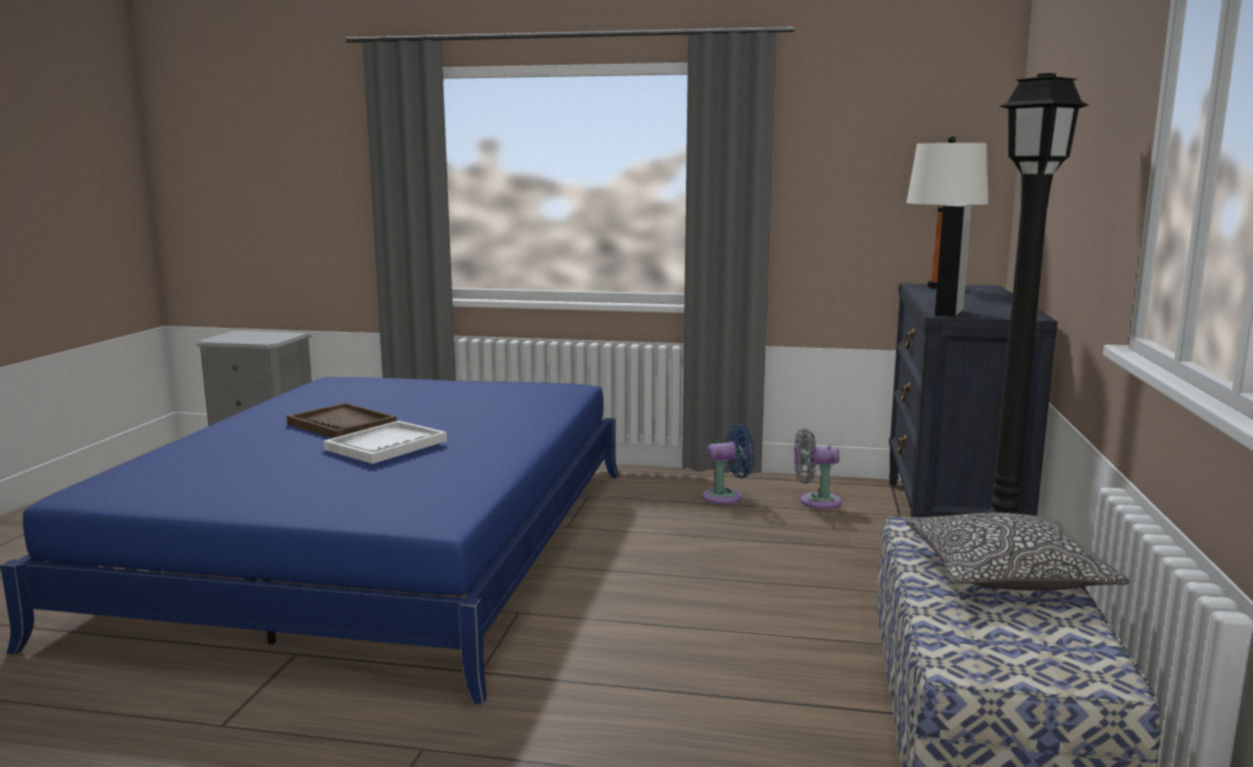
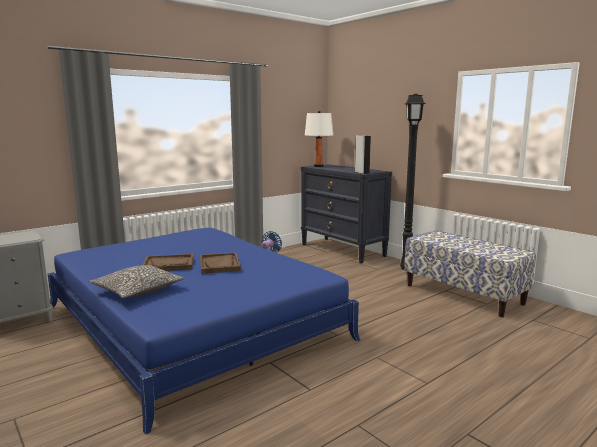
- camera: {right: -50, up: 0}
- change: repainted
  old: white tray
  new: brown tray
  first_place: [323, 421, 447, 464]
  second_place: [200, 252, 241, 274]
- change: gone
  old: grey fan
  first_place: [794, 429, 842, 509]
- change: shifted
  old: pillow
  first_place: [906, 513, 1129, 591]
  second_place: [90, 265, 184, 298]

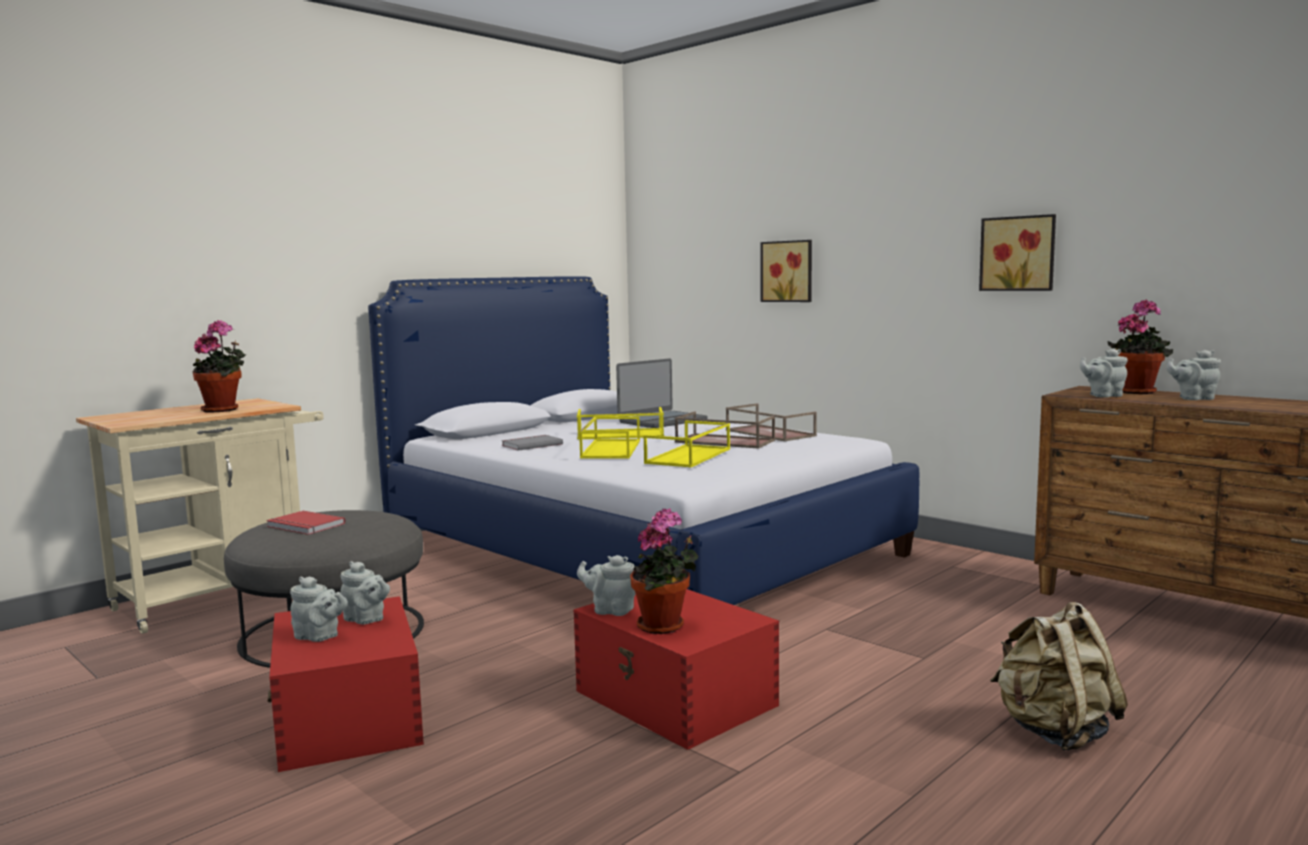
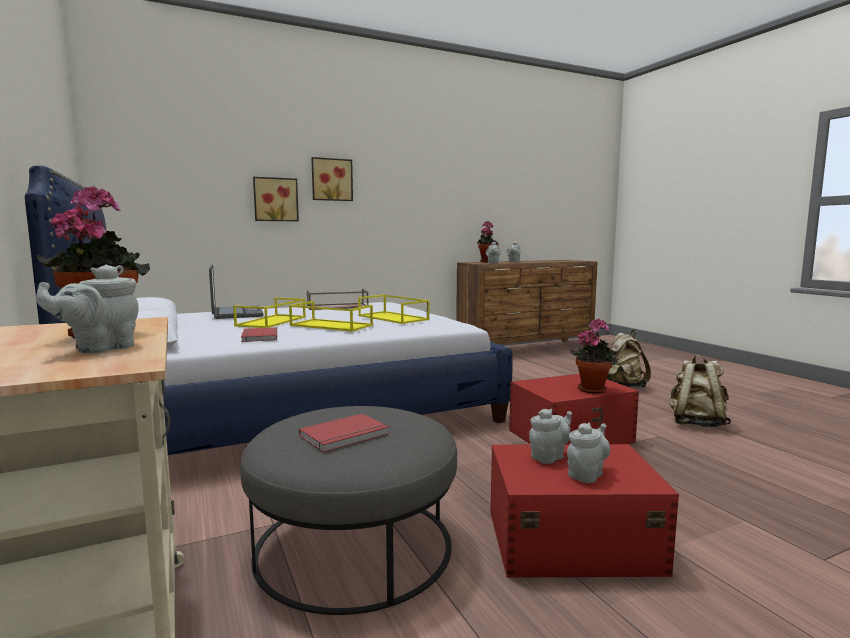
- camera: {right: -70, up: 0}
- change: shifted
  old: picture
  first_place: [979, 214, 1056, 291]
  second_place: [311, 157, 353, 201]
- change: gone
  old: brown tray
  first_place: [675, 412, 775, 449]
- change: repainted
  old: grey book
  new: red book
  first_place: [501, 435, 563, 451]
  second_place: [241, 327, 277, 342]
- change: shifted
  old: grey teapot
  first_place: [577, 555, 636, 616]
  second_place: [36, 264, 139, 354]
- change: new
  new: beige backpack
  second_place: [669, 354, 731, 427]

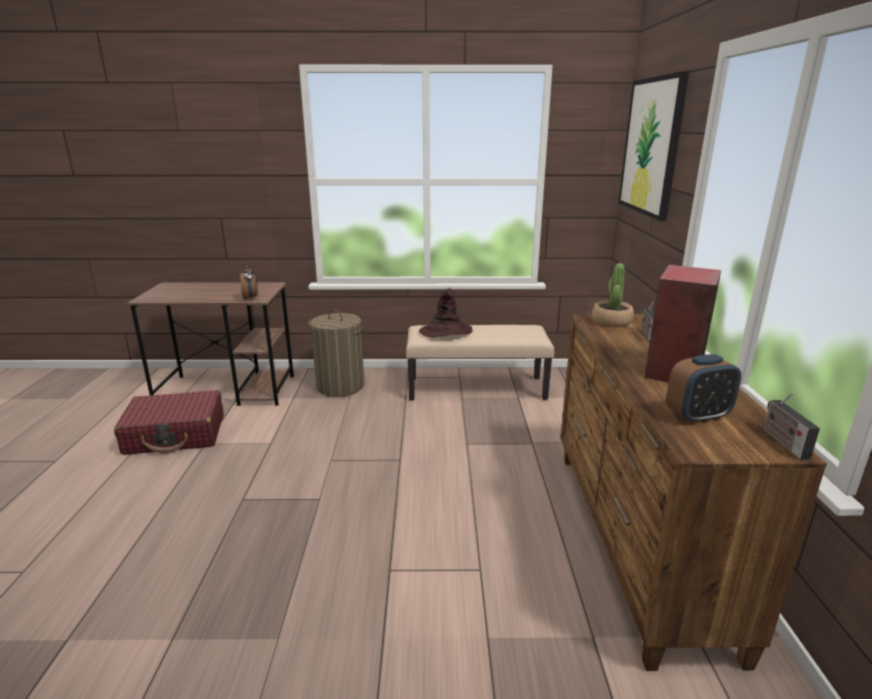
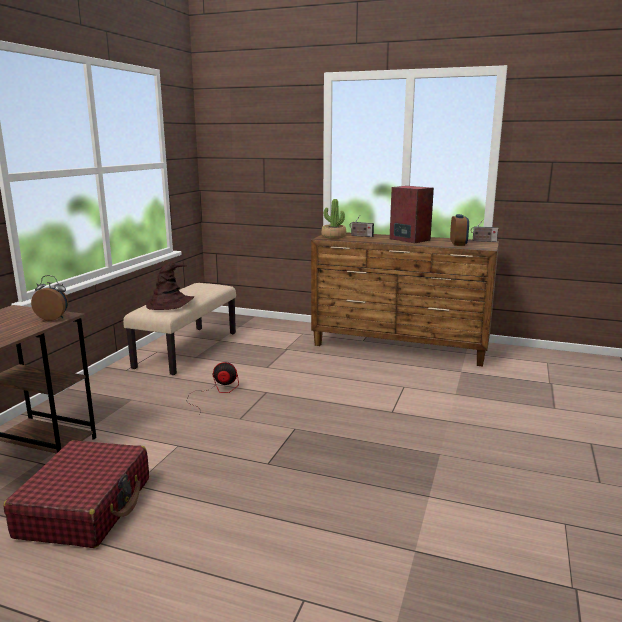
- camera: {right: -70, up: -5}
- change: gone
  old: picture
  first_place: [618, 71, 689, 221]
- change: gone
  old: laundry basket
  first_place: [309, 309, 365, 397]
- change: new
  new: fan
  second_place: [186, 362, 239, 414]

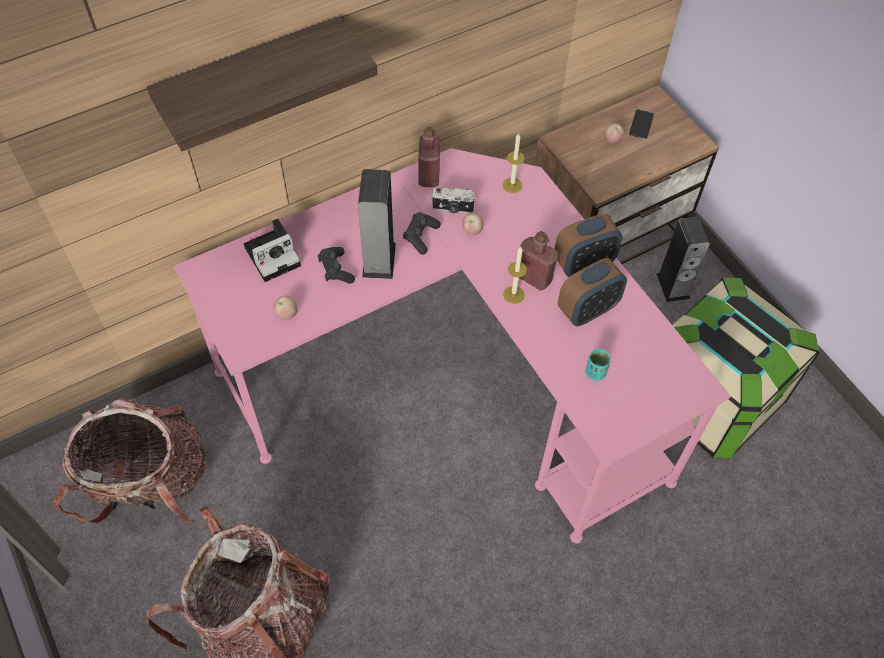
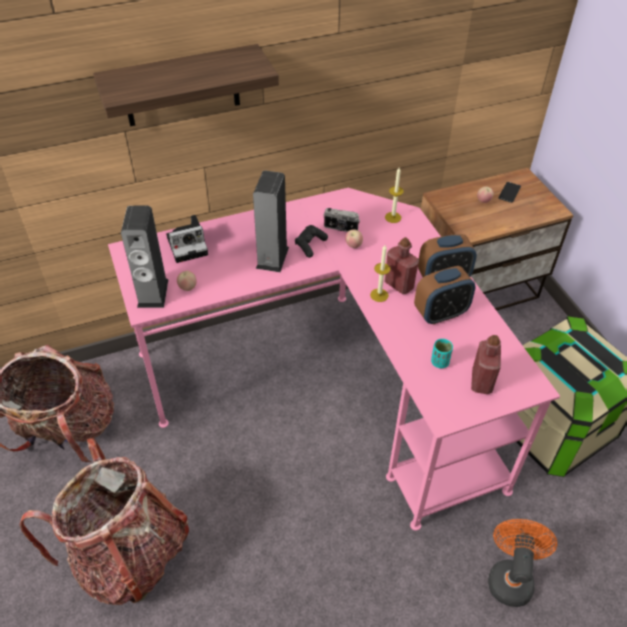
- camera: {right: 10, up: -10}
- change: shifted
  old: red bottle
  first_place: [418, 127, 440, 187]
  second_place: [471, 335, 501, 394]
- change: shifted
  old: speaker
  first_place: [657, 216, 710, 302]
  second_place: [121, 206, 168, 308]
- change: gone
  old: black game controller
  first_place: [318, 247, 355, 284]
- change: new
  new: orange fan
  second_place: [488, 519, 557, 607]

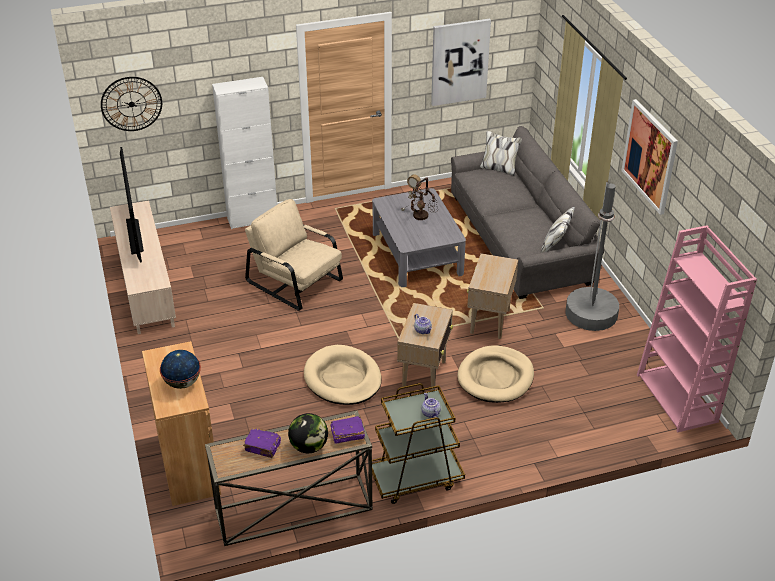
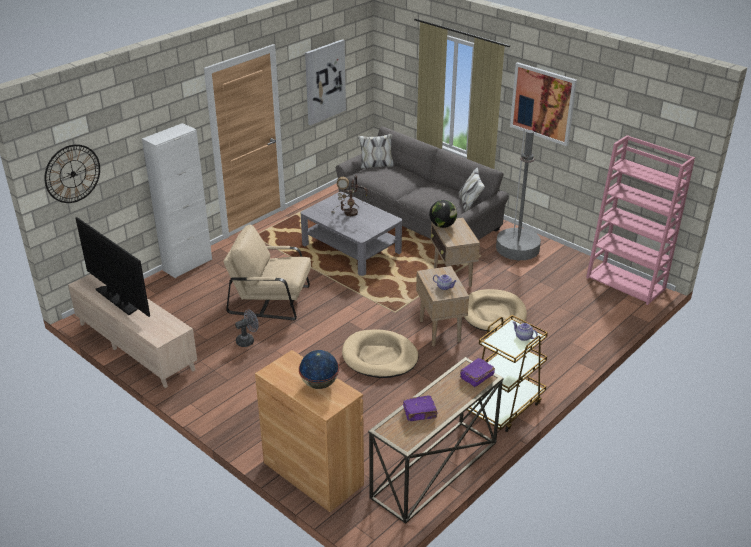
- camera: {right: -30, up: -5}
- change: shifted
  old: globe
  first_place: [288, 413, 328, 453]
  second_place: [429, 200, 457, 228]
- change: new
  new: grey fan
  second_place: [235, 309, 258, 347]

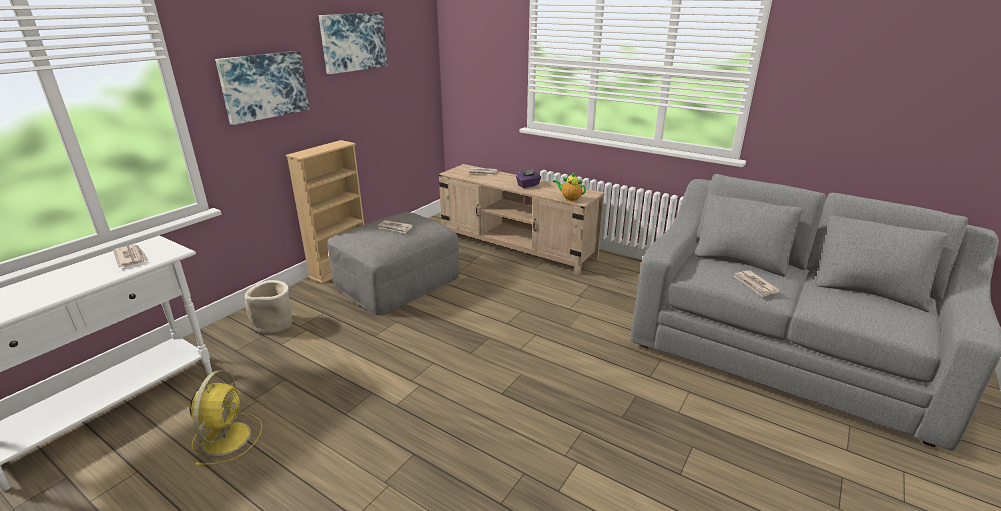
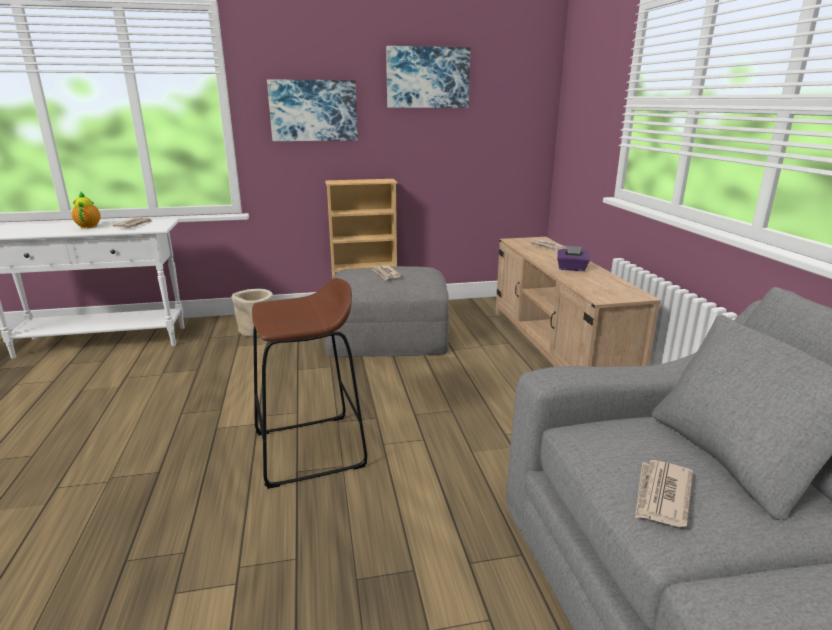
- camera: {right: 45, up: -5}
- change: shifted
  old: teapot
  first_place: [553, 172, 586, 202]
  second_place: [72, 191, 101, 229]
- change: gone
  old: yellow fan
  first_place: [189, 370, 263, 466]
- change: new
  new: brown stool
  second_place: [252, 278, 367, 489]

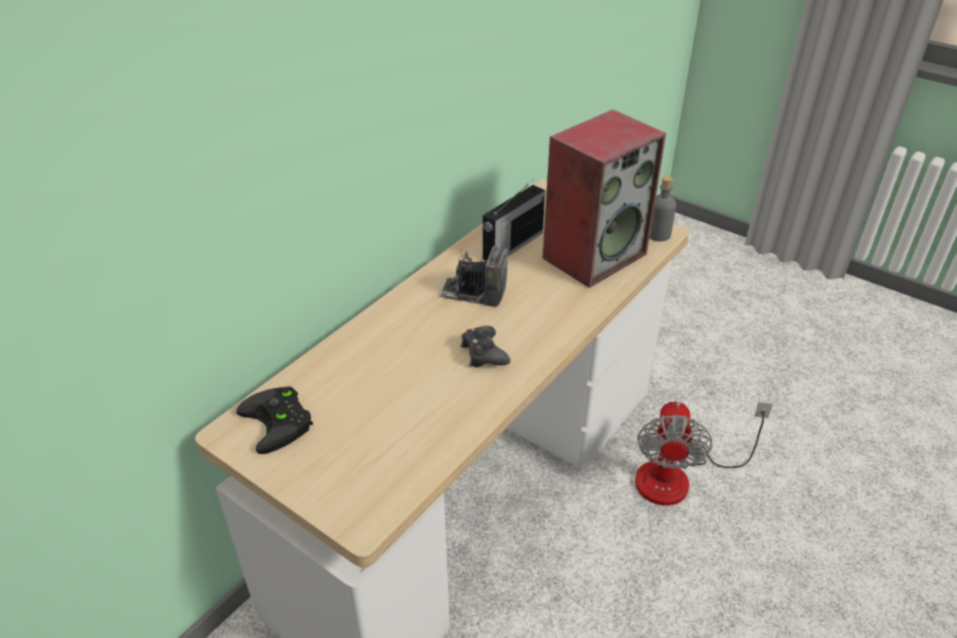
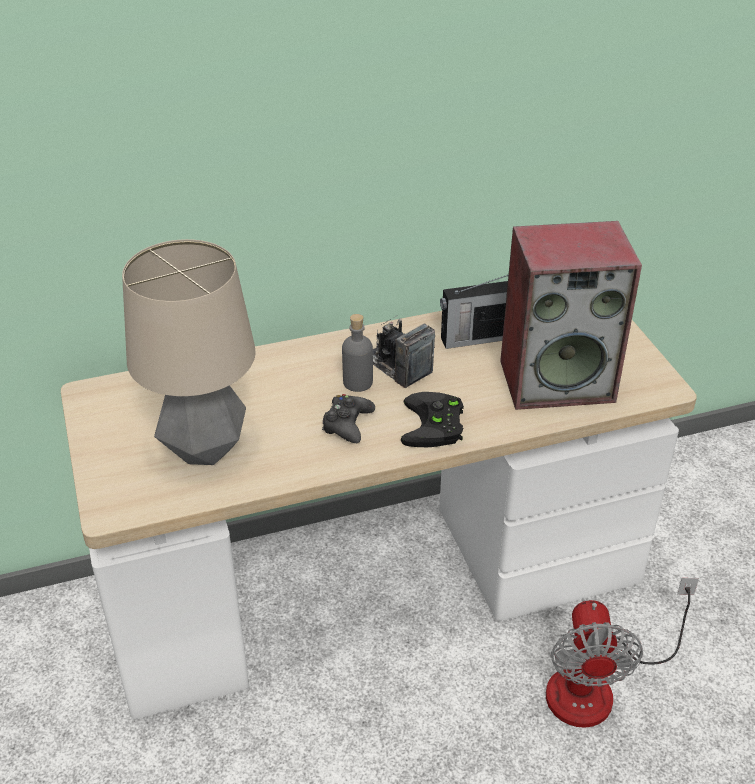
- camera: {right: 35, up: 0}
- change: shifted
  old: grey bottle
  first_place: [649, 176, 676, 241]
  second_place: [342, 314, 373, 392]
- change: shifted
  old: black game controller
  first_place: [236, 386, 313, 454]
  second_place: [401, 392, 464, 447]
- change: rotated
  old: fan
  first_place: [635, 402, 773, 506]
  second_place: [546, 578, 699, 728]
  degrees: -45
- change: new
  new: table lamp
  second_place: [122, 239, 256, 465]

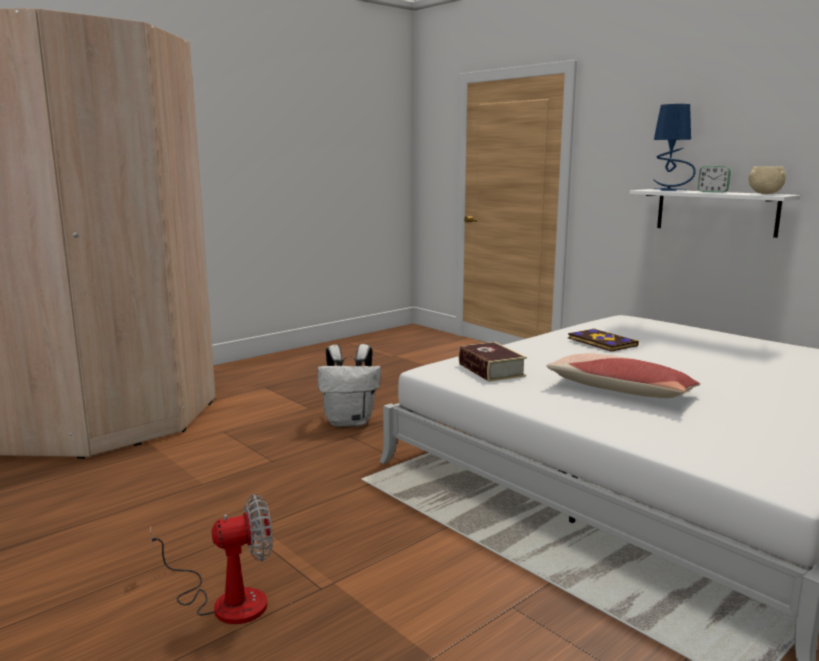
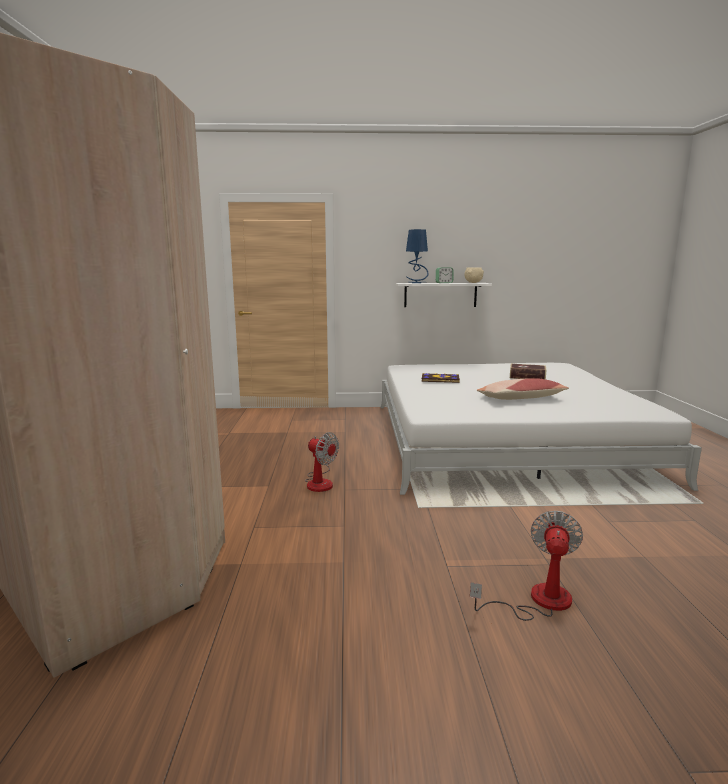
- camera: {right: -50, up: 0}
- change: shifted
  old: book
  first_place: [459, 342, 527, 382]
  second_place: [510, 364, 546, 379]
- change: swapped
  old: white backpack
  new: fan
  first_place: [318, 344, 381, 427]
  second_place: [305, 432, 339, 492]

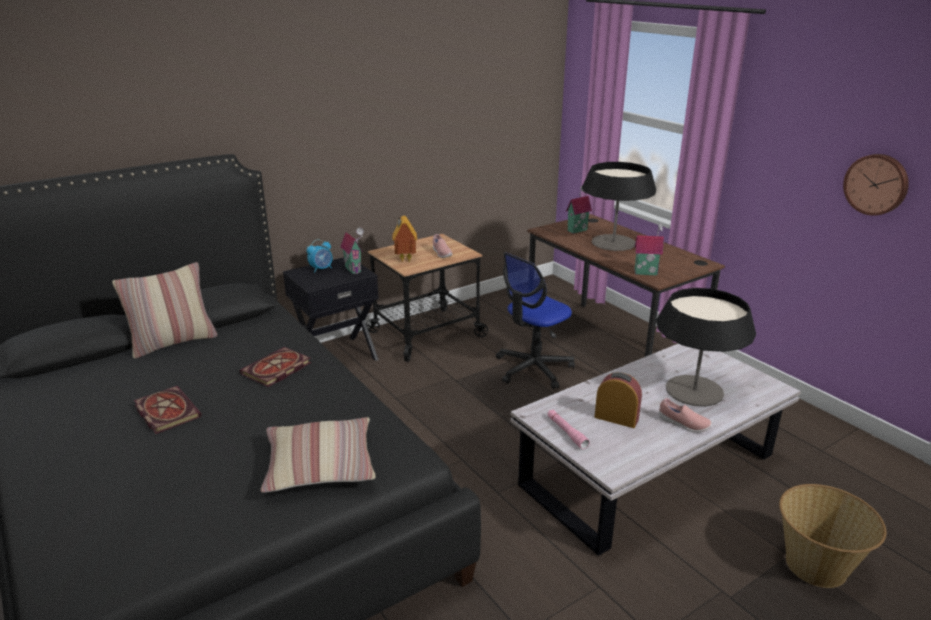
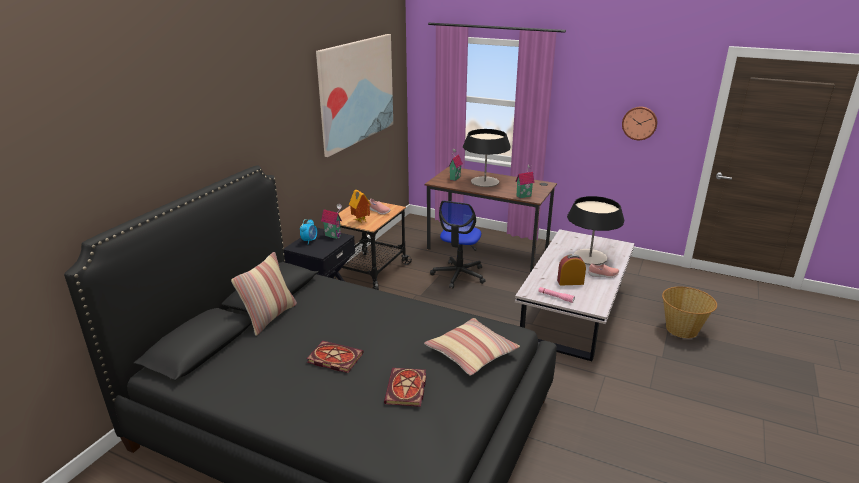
- camera: {right: -30, up: 0}
- change: shifted
  old: book
  first_place: [240, 347, 311, 387]
  second_place: [384, 368, 426, 407]
- change: new
  new: picture
  second_place: [316, 34, 393, 157]

